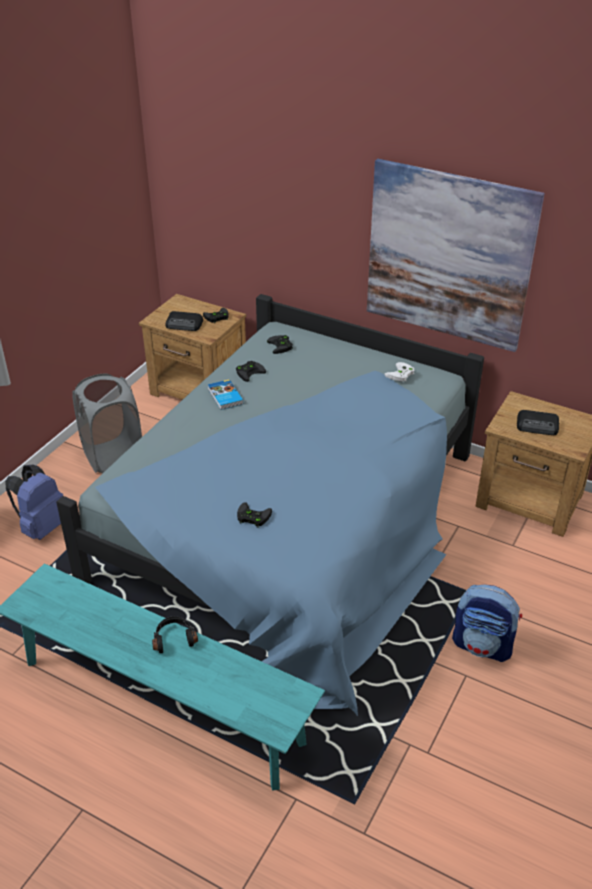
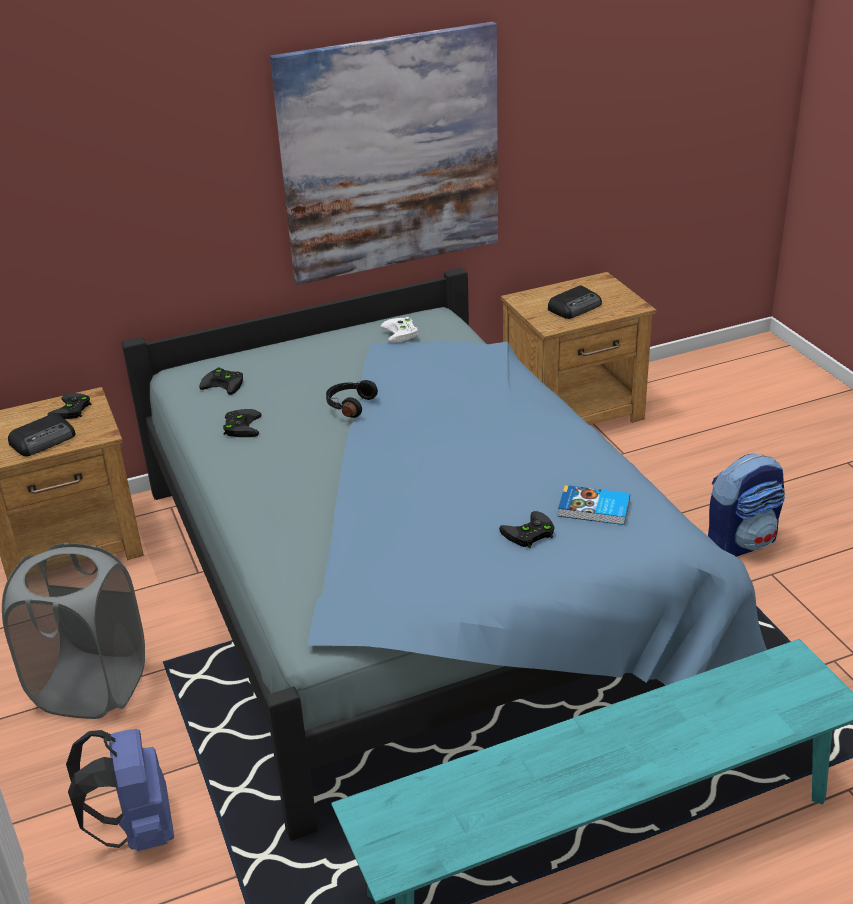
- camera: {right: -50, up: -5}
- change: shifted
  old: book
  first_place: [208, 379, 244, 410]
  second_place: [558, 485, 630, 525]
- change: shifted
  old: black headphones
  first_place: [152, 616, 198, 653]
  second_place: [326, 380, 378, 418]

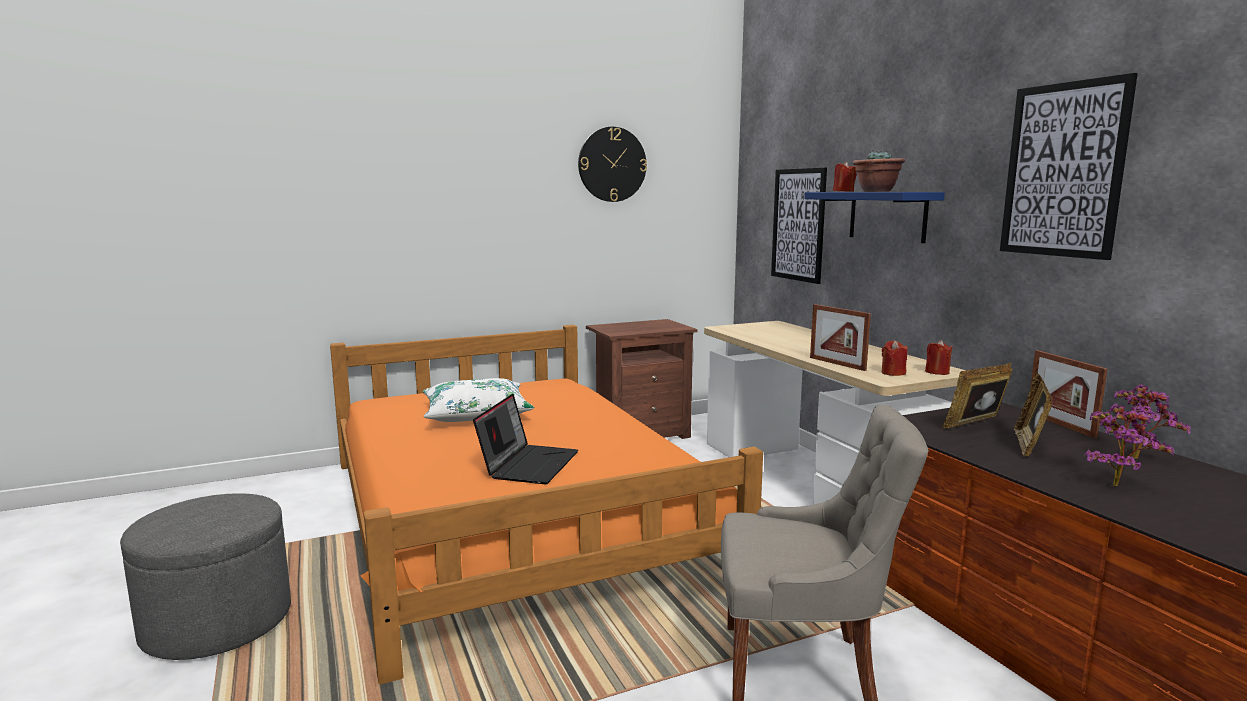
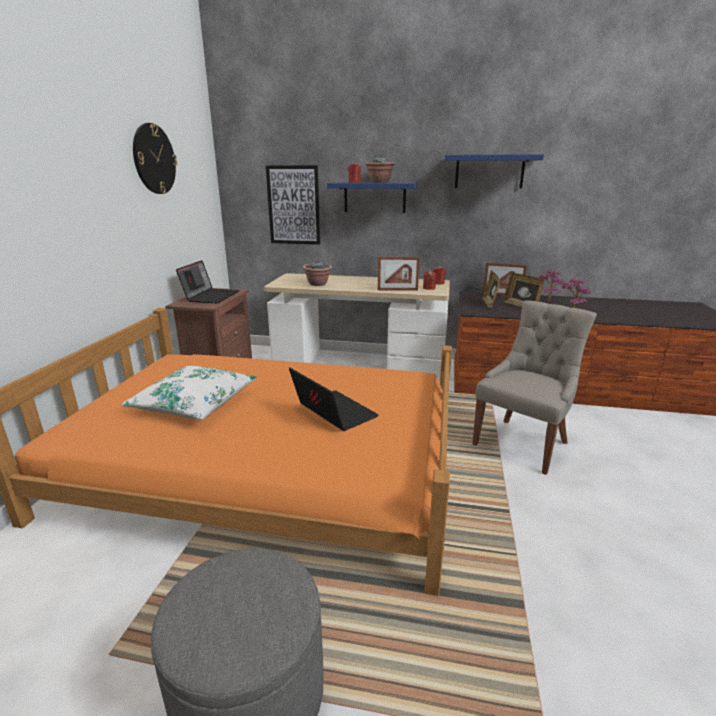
- camera: {right: -55, up: 10}
- change: swapped
  old: picture
  new: blue shelf
  first_place: [1000, 73, 1138, 260]
  second_place: [445, 154, 544, 188]
- change: new
  new: laptop
  second_place: [176, 260, 239, 303]
- change: new
  new: potted plant
  second_place: [303, 261, 332, 286]

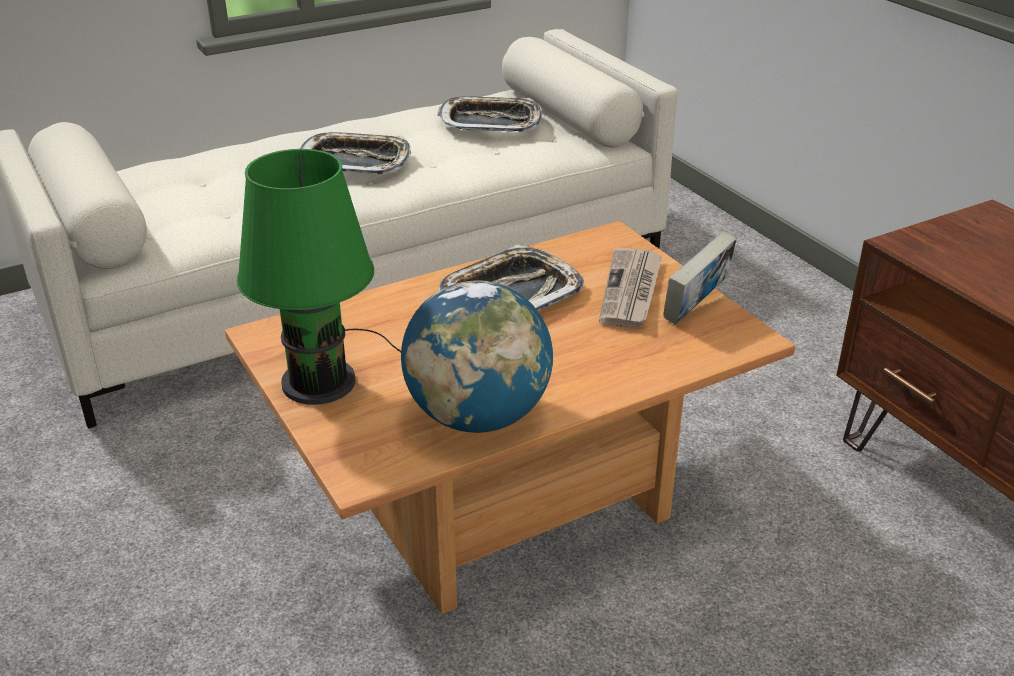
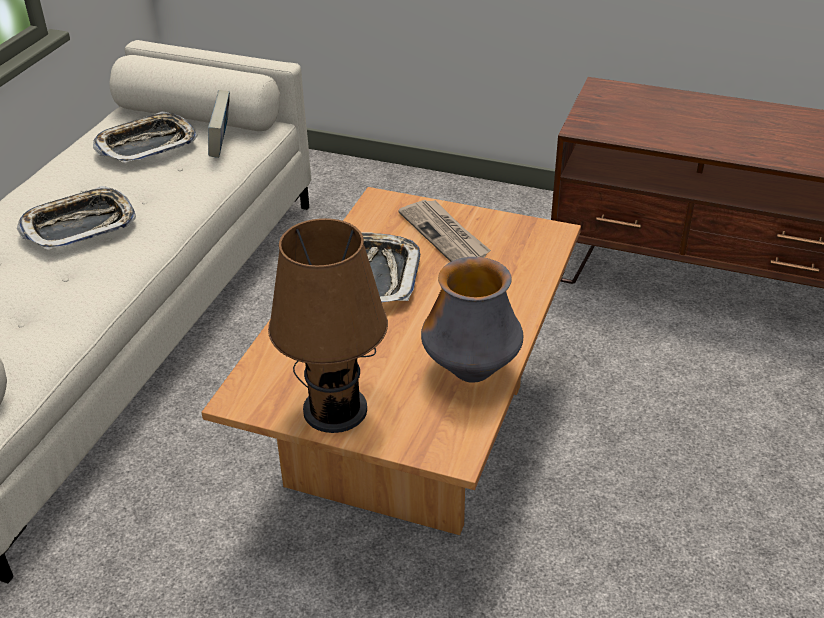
- camera: {right: -40, up: 5}
- change: repainted
  old: green table lamp
  new: brown table lamp
  first_place: [237, 149, 401, 405]
  second_place: [268, 218, 388, 433]
- change: shifted
  old: book
  first_place: [663, 231, 736, 325]
  second_place: [208, 90, 230, 158]
- change: swapped
  old: globe
  new: vase
  first_place: [401, 280, 553, 433]
  second_place: [421, 257, 523, 383]

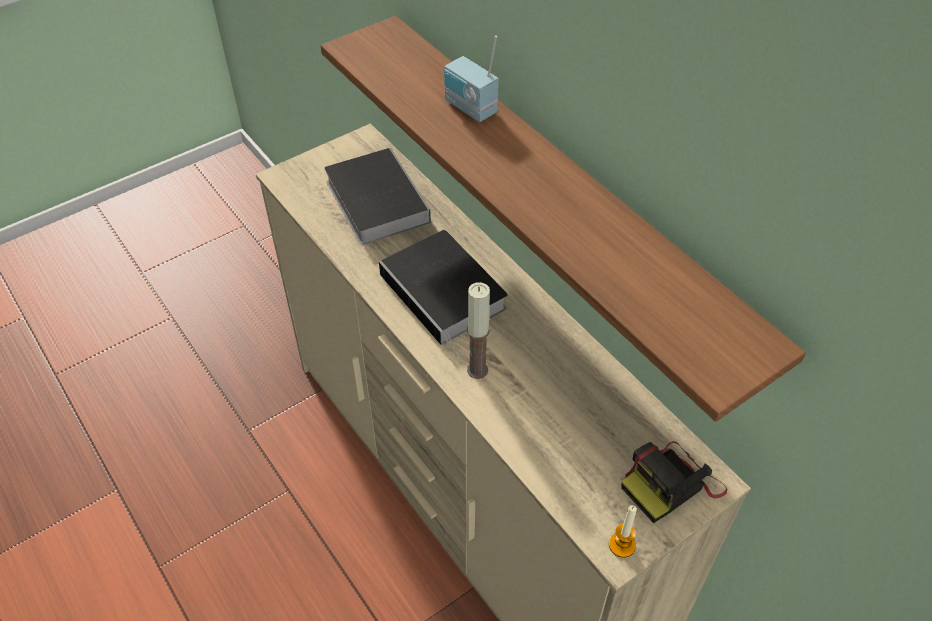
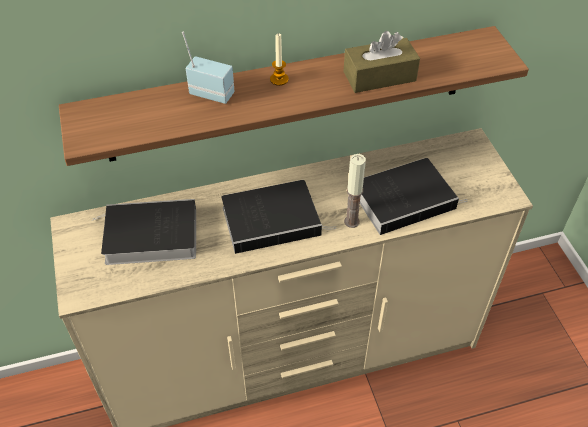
- camera: {right: -70, up: 0}
- change: rotated
  old: radio
  first_place: [444, 35, 499, 122]
  second_place: [182, 31, 235, 104]
  degrees: -135
- change: gone
  old: photo camera
  first_place: [621, 441, 727, 523]
- change: shifted
  old: candle
  first_place: [609, 505, 637, 558]
  second_place: [270, 34, 289, 86]
- change: new
  new: brown tissue box
  second_place: [344, 31, 420, 93]
- change: new
  new: book
  second_place: [360, 158, 467, 235]

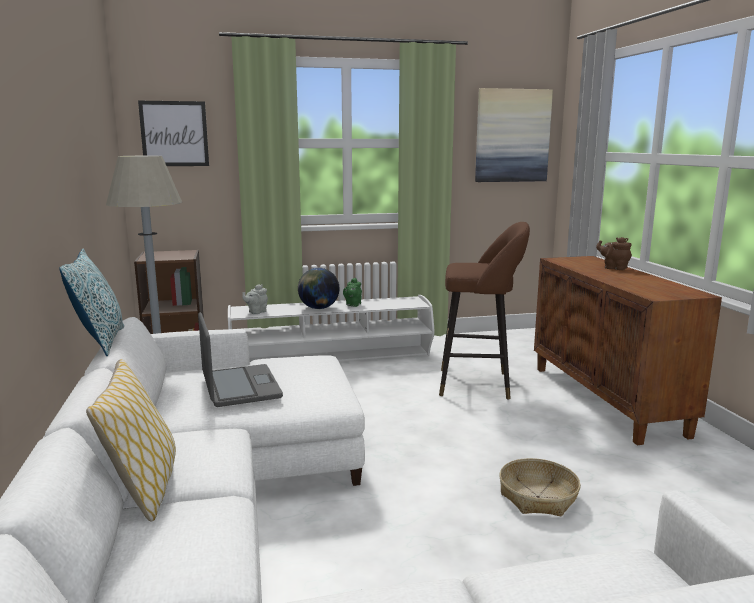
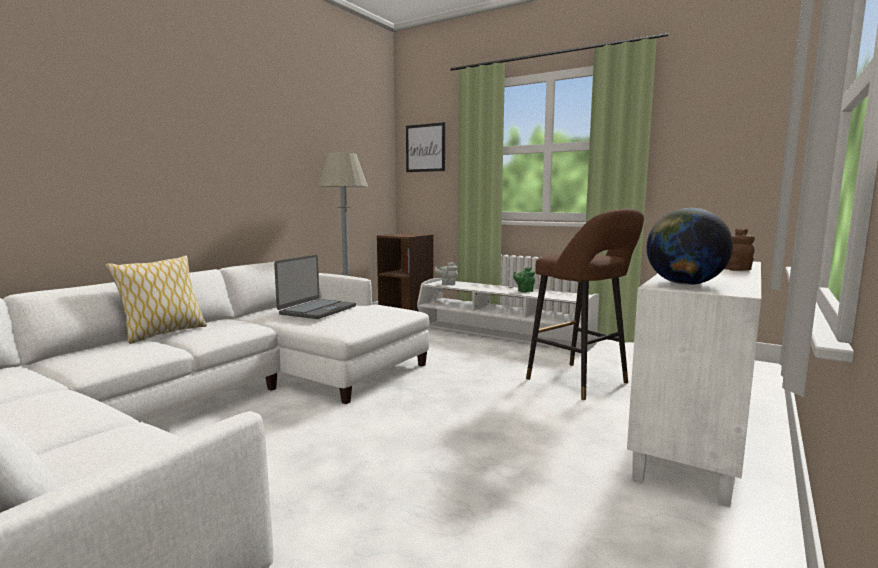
- camera: {right: 45, up: -5}
- change: gone
  old: picture
  first_place: [475, 88, 553, 182]
- change: gone
  old: pillow
  first_place: [59, 249, 124, 356]
- change: repainted
  old: brown cabinet
  new: white cabinet
  first_place: [534, 256, 722, 445]
  second_place: [627, 262, 761, 507]
- change: shifted
  old: globe
  first_place: [298, 268, 339, 309]
  second_place: [647, 208, 733, 285]
- change: gone
  old: basket
  first_place: [499, 458, 581, 517]

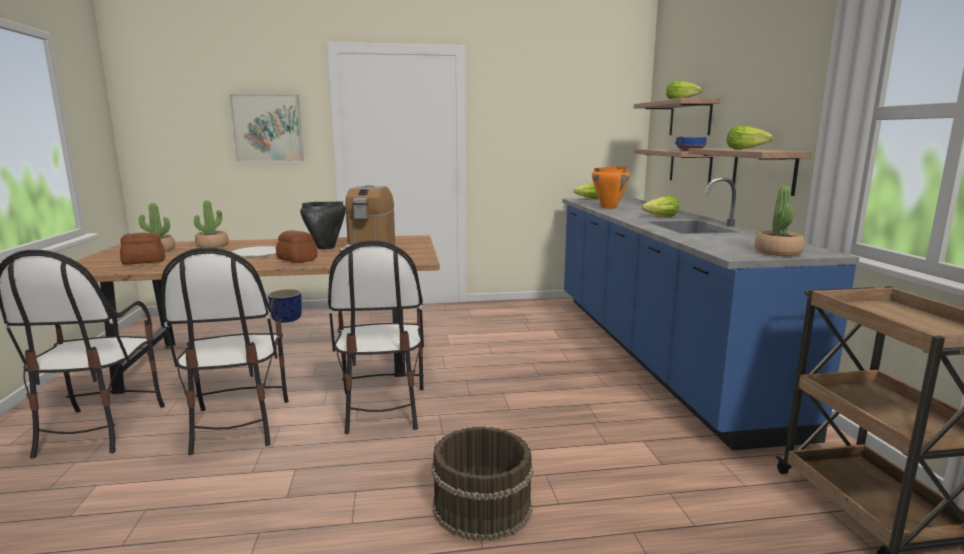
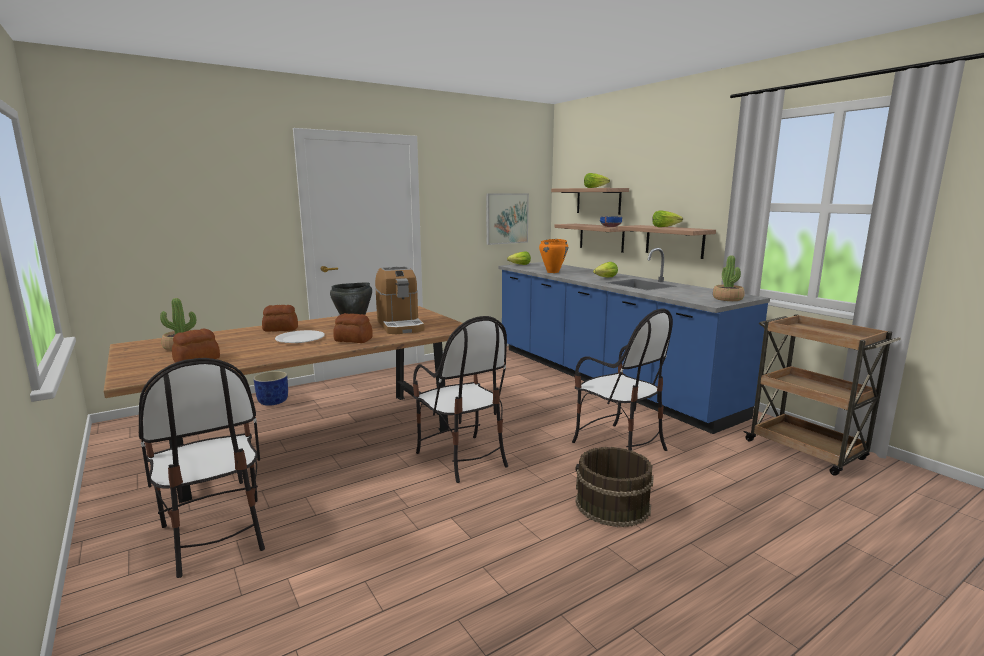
- camera: {right: -25, up: 0}
- change: shifted
  old: picture
  first_place: [229, 94, 304, 162]
  second_place: [486, 193, 529, 245]
- change: gone
  old: potted plant
  first_place: [194, 200, 229, 248]
- change: shifted
  old: chair
  first_place: [161, 248, 288, 455]
  second_place: [572, 308, 673, 451]
- change: new
  new: bread
  second_place: [262, 305, 298, 332]

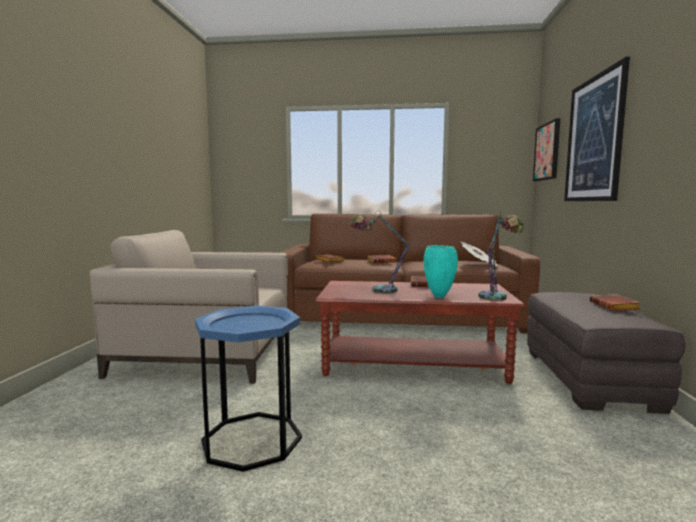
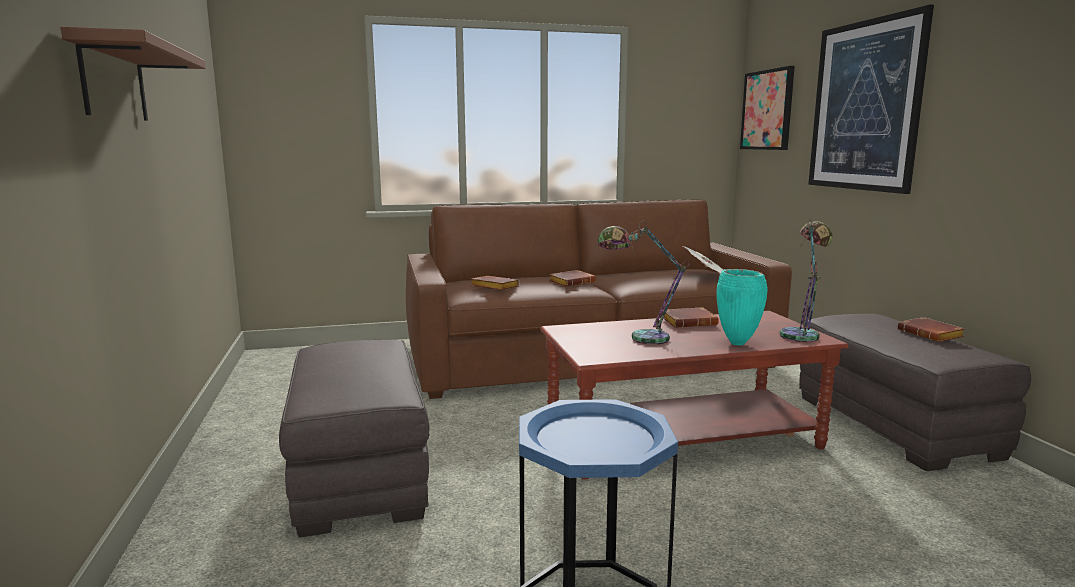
- camera: {right: -20, up: 5}
- change: swapped
  old: beige armchair
  new: grey ottoman
  first_place: [90, 230, 288, 384]
  second_place: [279, 339, 430, 537]
- change: new
  new: brown shelf
  second_place: [61, 27, 206, 121]

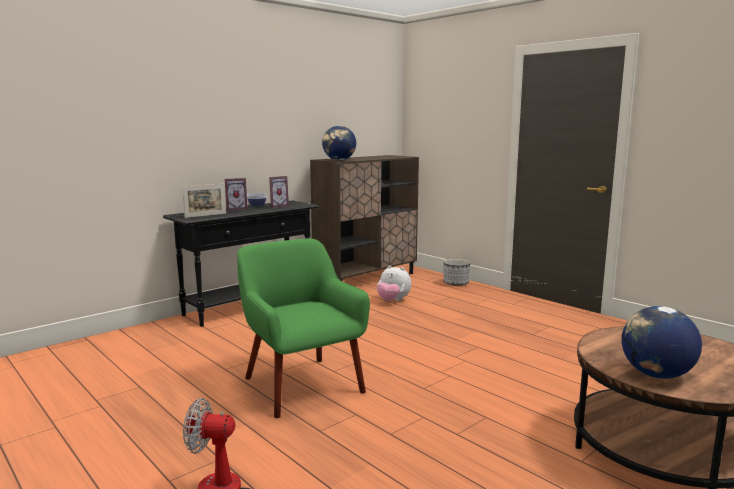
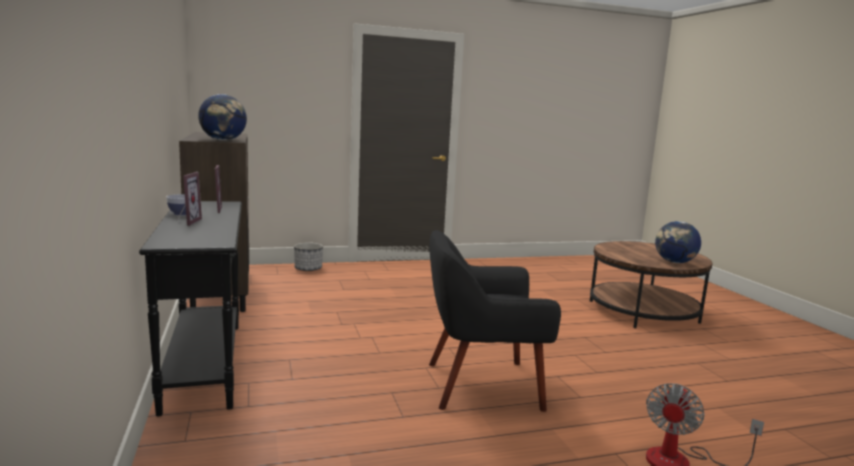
- camera: {right: -65, up: 0}
- change: gone
  old: picture frame
  first_place: [182, 184, 226, 218]
- change: repainted
  old: green armchair
  new: black armchair
  first_place: [237, 239, 370, 418]
  second_place: [429, 230, 561, 412]
- change: gone
  old: plush toy
  first_place: [377, 265, 411, 301]

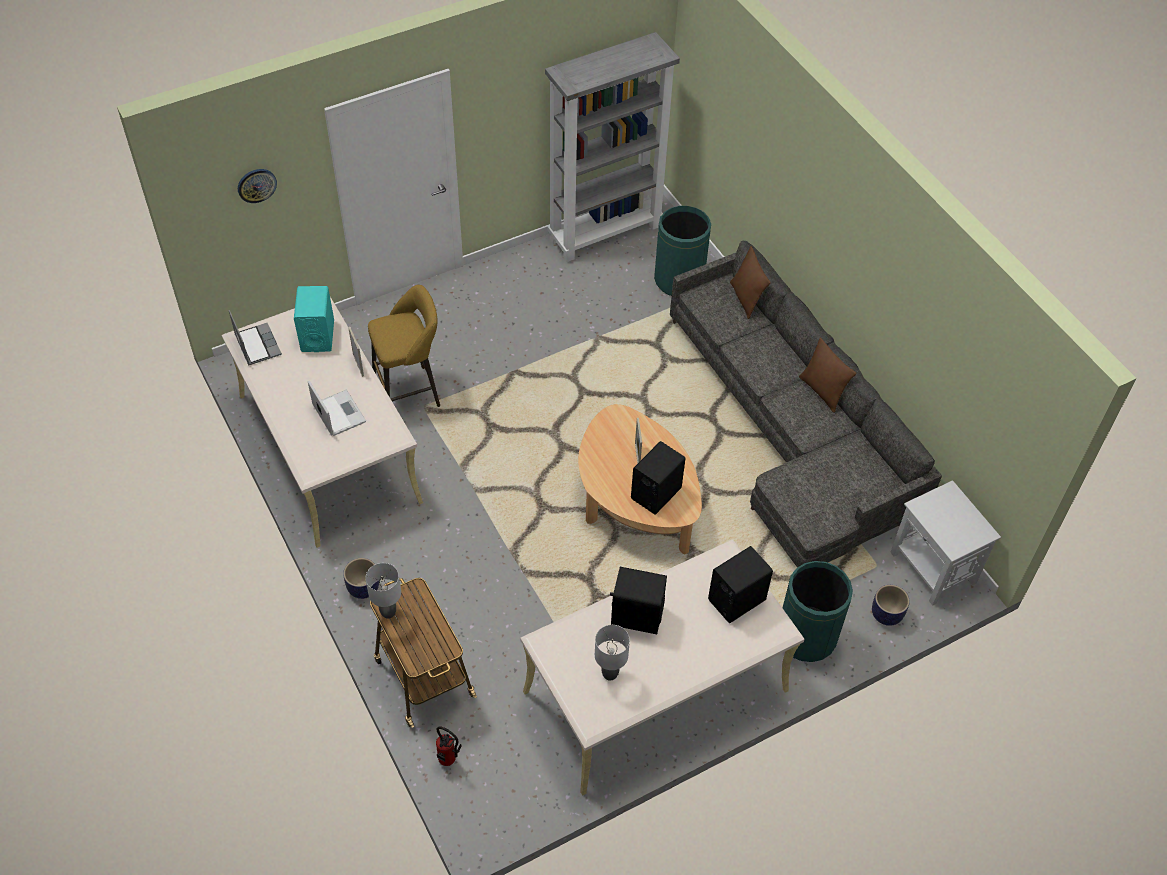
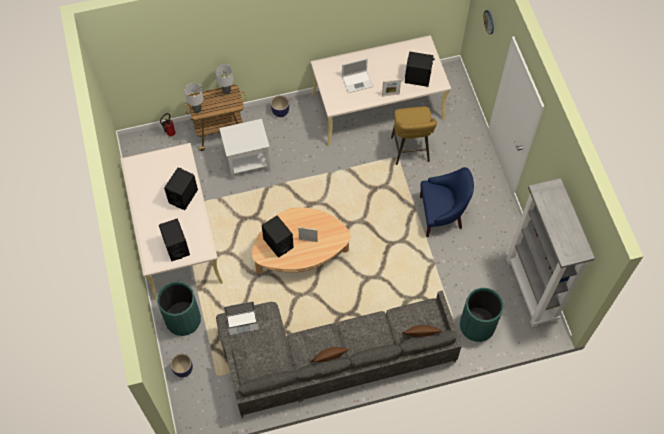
- camera: {right: 105, up: 10}
- change: repainted
  old: turquoise speaker
  new: black speaker
  first_place: [294, 286, 334, 352]
  second_place: [405, 51, 435, 87]
- change: shifted
  old: laptop
  first_place: [229, 310, 282, 366]
  second_place: [224, 301, 259, 336]
- change: shifted
  old: white side table
  first_place: [890, 480, 1001, 606]
  second_place: [219, 119, 271, 180]
- change: shifted
  old: grey table lamp
  first_place: [595, 625, 630, 680]
  second_place: [185, 83, 203, 113]
- change: new
  new: blue armchair
  second_place: [420, 167, 474, 237]

